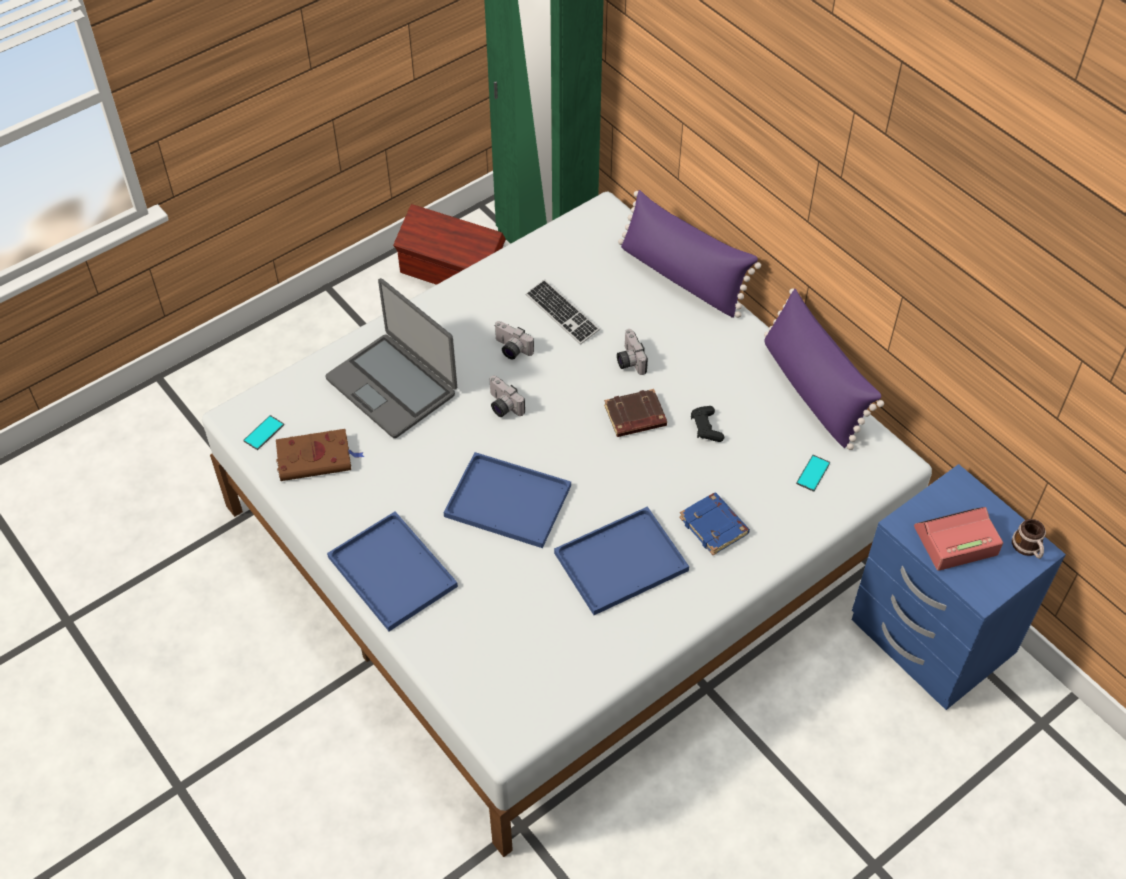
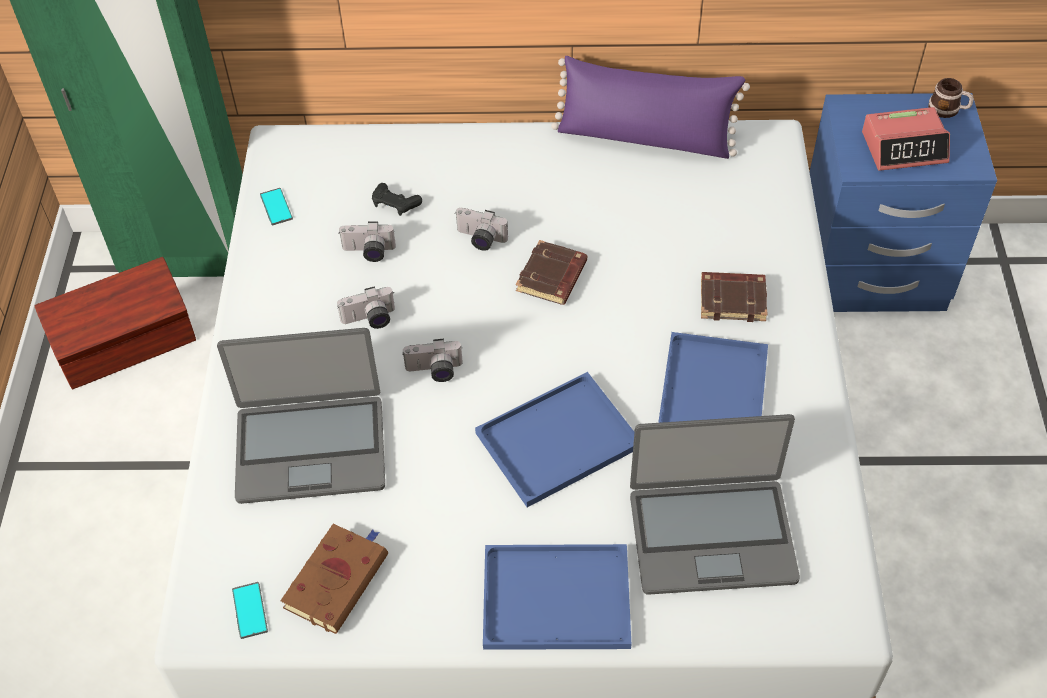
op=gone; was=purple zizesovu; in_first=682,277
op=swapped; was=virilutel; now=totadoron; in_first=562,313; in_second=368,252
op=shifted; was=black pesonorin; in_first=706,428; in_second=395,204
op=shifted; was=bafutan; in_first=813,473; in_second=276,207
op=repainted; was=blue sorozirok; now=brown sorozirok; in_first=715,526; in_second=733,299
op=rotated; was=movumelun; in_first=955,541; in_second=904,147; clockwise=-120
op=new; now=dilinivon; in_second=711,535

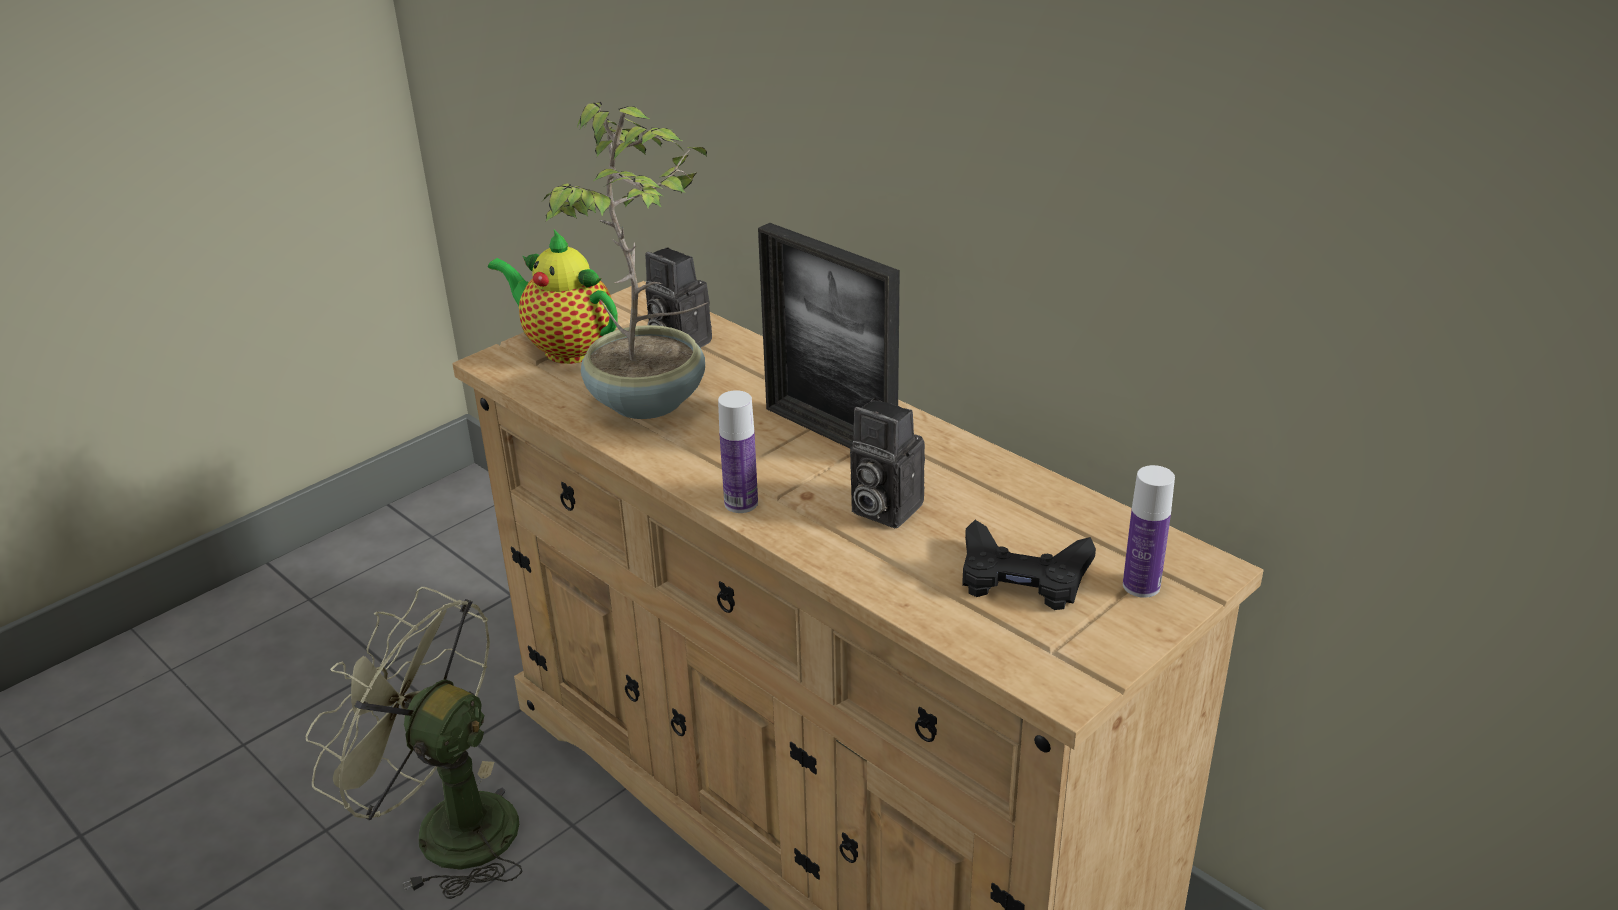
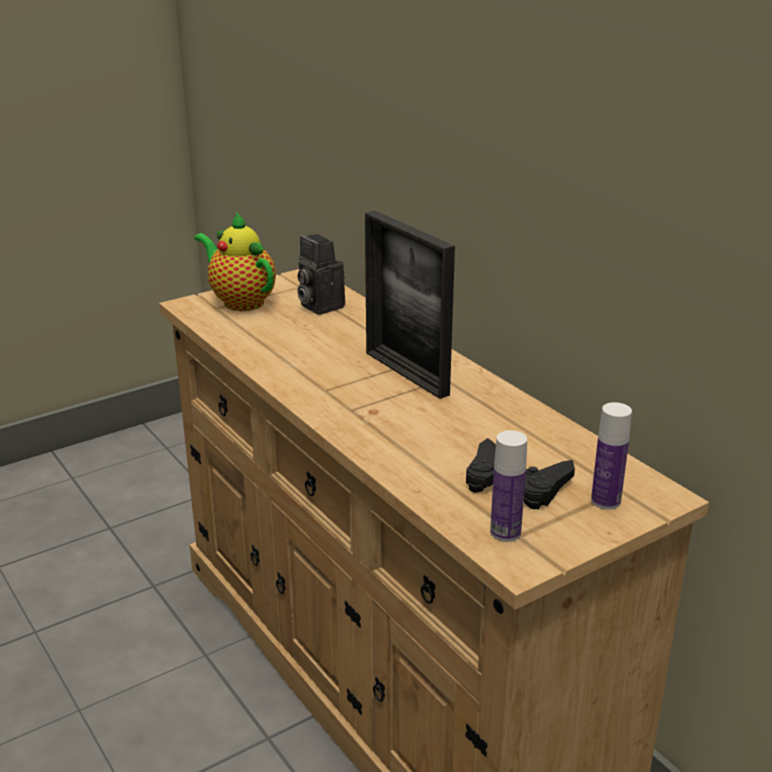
op=gone; was=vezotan; in_first=650,402
op=shifted; was=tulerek; in_first=741,503; in_second=505,532
op=gone; was=totadoron; in_first=881,508
op=gone; was=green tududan; in_first=446,827

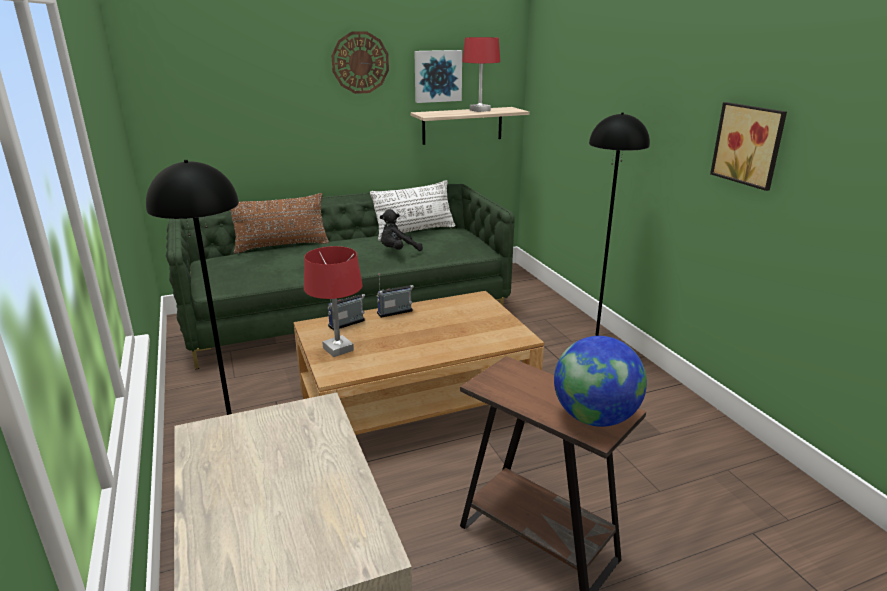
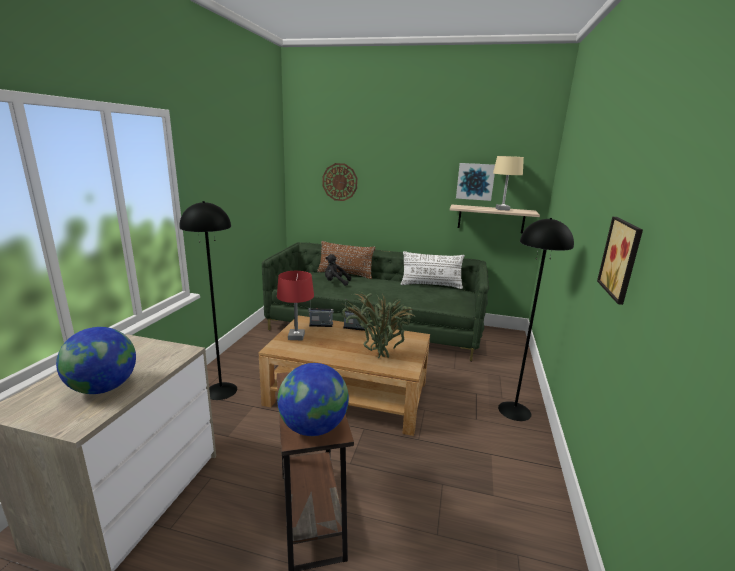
op=shifted; was=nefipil; in_first=360,62; in_second=340,182
op=repainted; was=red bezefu; now=beige bezefu; in_first=480,110; in_second=502,209
op=shifted; was=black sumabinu; in_first=398,251; in_second=335,282
op=new; now=vezotan; in_second=378,355
op=new; now=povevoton; in_second=103,388

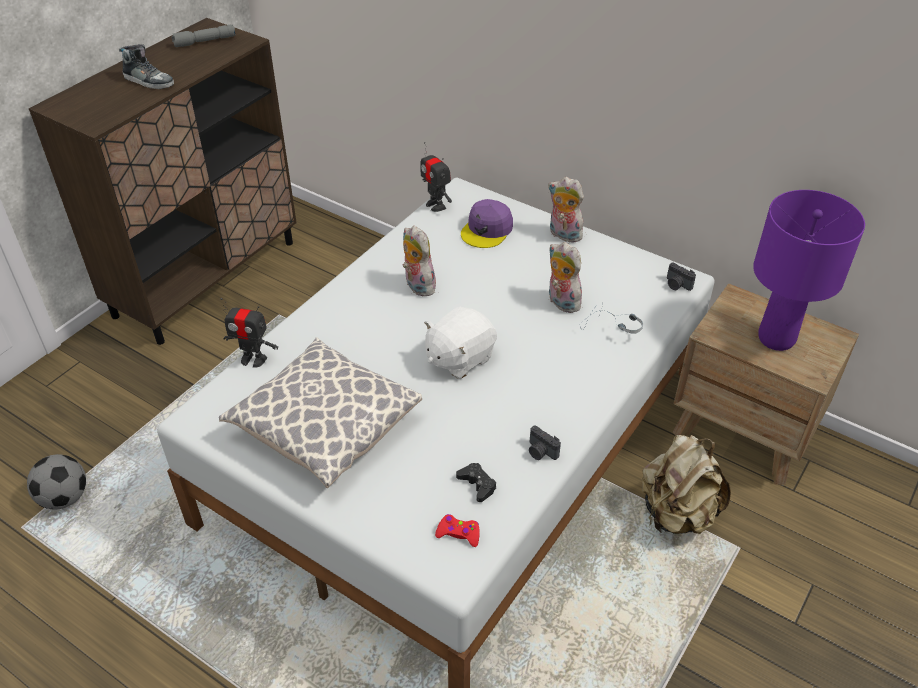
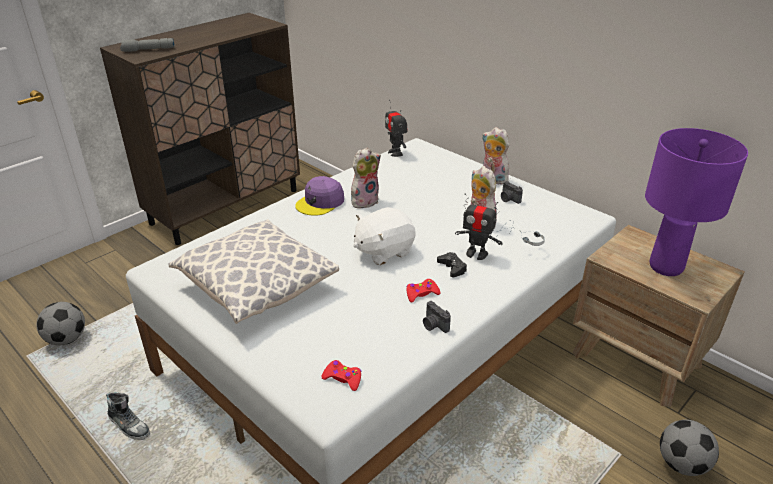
op=shifted; was=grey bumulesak; in_first=204,42; in_second=148,50
op=shifted; was=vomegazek; in_first=149,81; in_second=129,425
op=shifted; was=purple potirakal; in_first=487,230; in_second=320,202
op=rotated; was=sumabinu; in_first=417,286; in_second=364,201; clockwise=75
op=shifted; was=totadoron; in_first=677,285; in_second=508,199
op=shifted; was=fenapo; in_first=253,359; in_second=476,254
op=gone; was=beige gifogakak; in_first=676,514
op=shifted; was=black pesonorin; in_first=477,485; in_second=452,268
op=new; now=red pesonorin; in_second=421,294
op=new; now=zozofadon; in_second=682,464

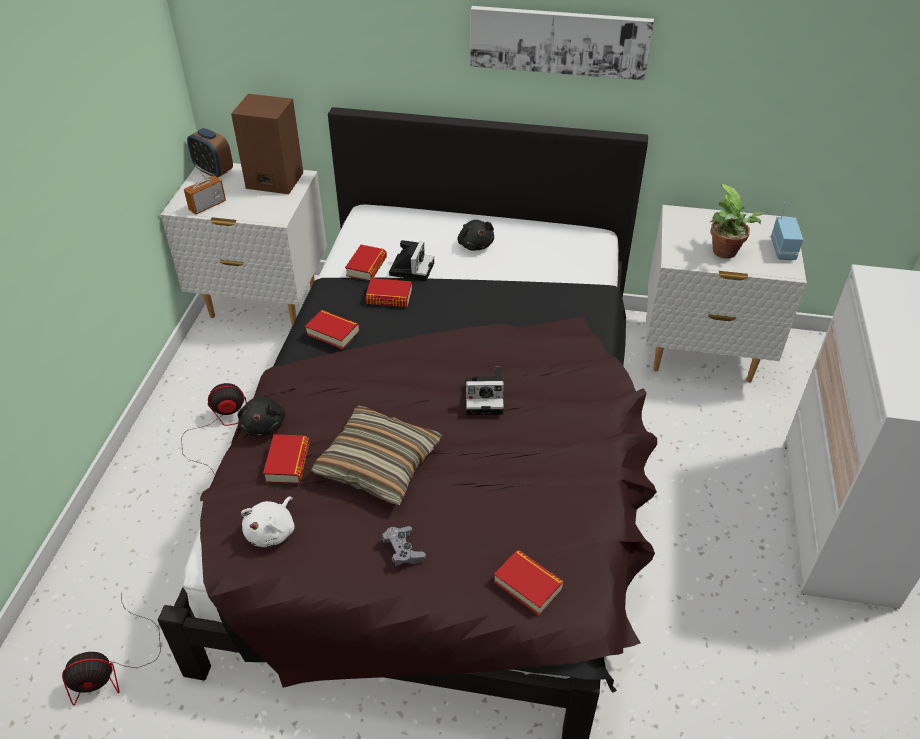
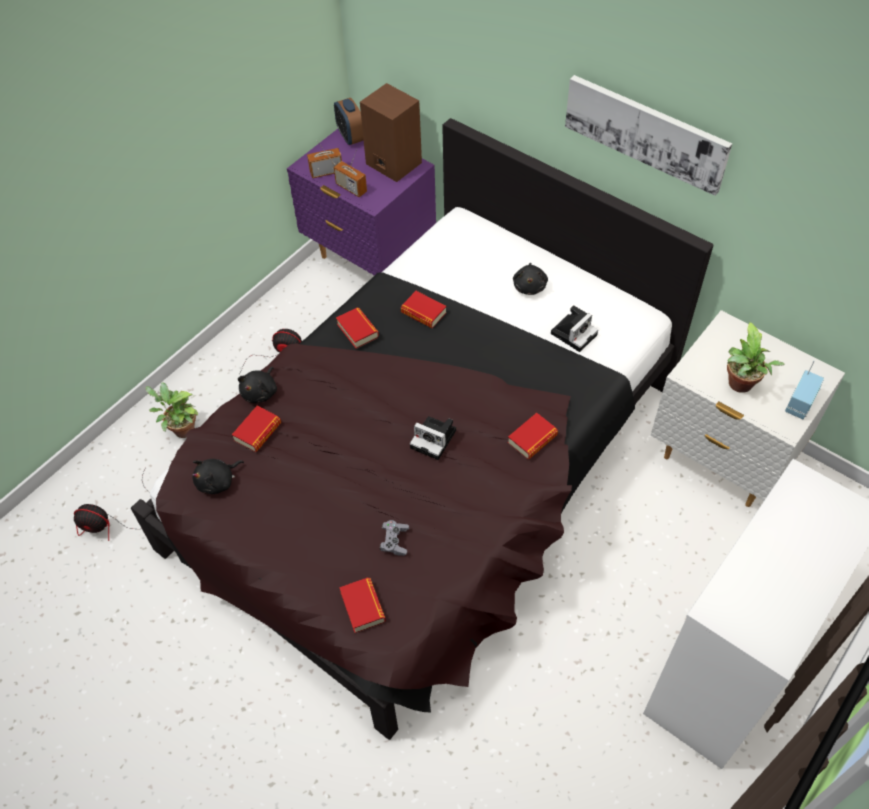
op=repainted; was=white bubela; now=purple bubela; in_first=263,302; in_second=370,258
op=shifted; was=totadoron; in_first=411,268; in_second=574,333
op=shifted; was=sorozirok; in_first=366,267; in_second=532,439
op=gone; was=zizesovu; in_first=378,464
op=repainted; was=white sumabinu; now=black sumabinu; in_first=272,531; in_second=218,481
op=shifted; was=grey pesonorin; in_first=403,551; in_second=394,541
op=new; now=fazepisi; in_second=351,188
op=new; now=vezotan; in_second=181,429

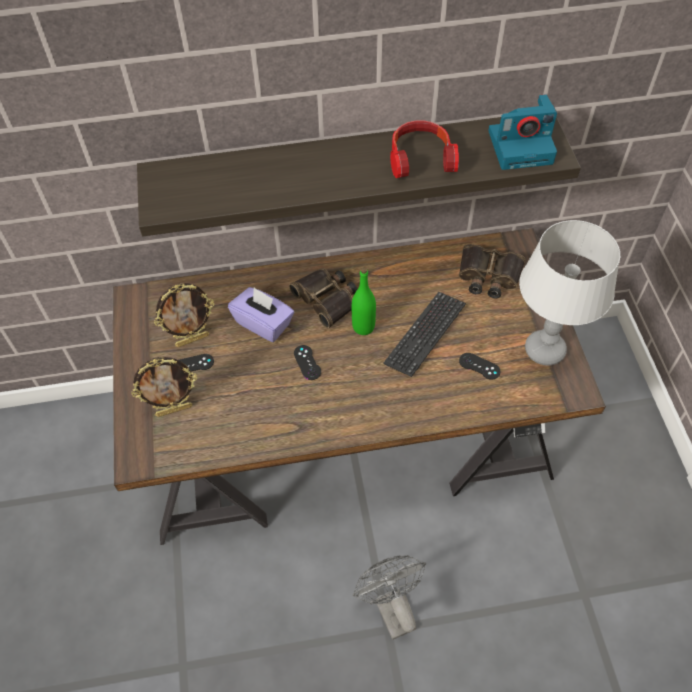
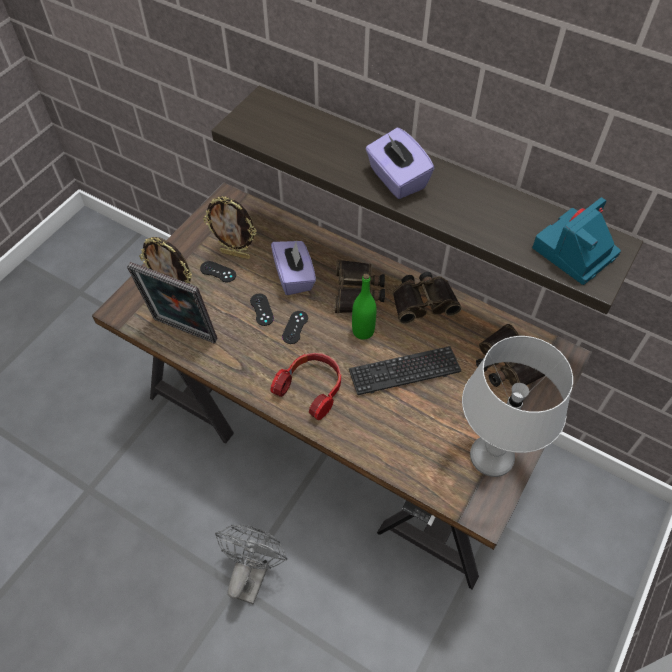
op=rotated; was=totadoron; in_first=521,146; in_second=574,253; clockwise=105
op=shifted; was=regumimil; in_first=420,158; in_second=312,388
op=shifted; was=black pesonorin; in_first=479,366; in_second=261,309
op=new; now=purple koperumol; in_second=396,179
op=new; now=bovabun; in_second=183,332
op=new; now=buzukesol; in_second=423,301

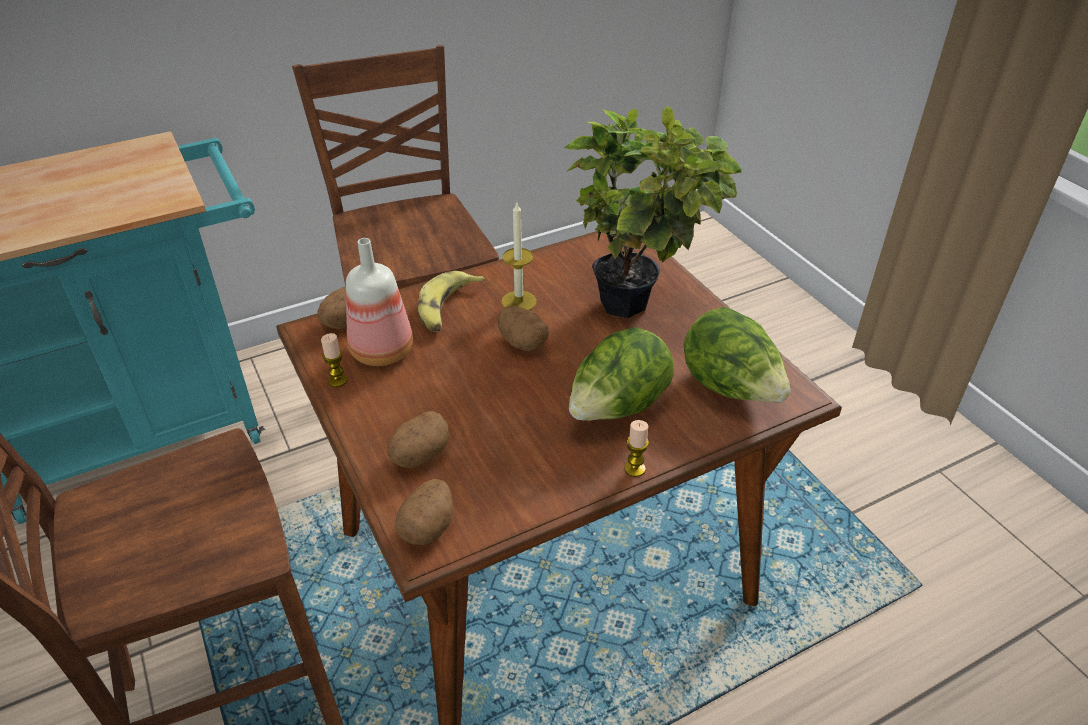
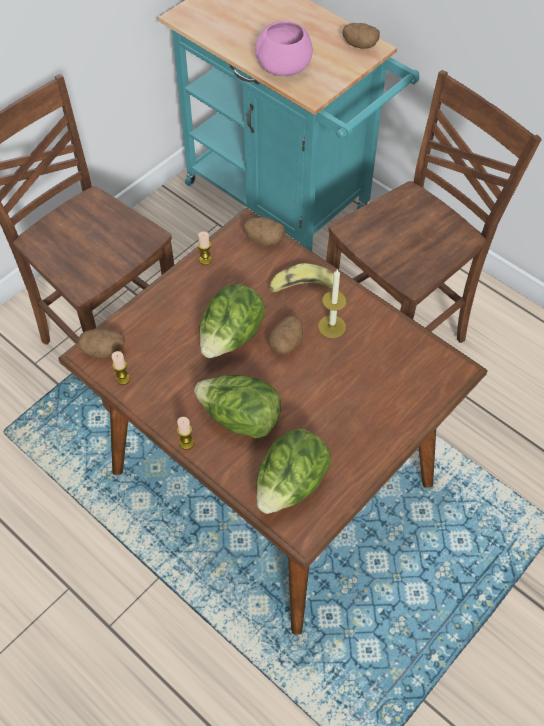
op=gone; was=vezotan; in_first=638,305
op=gone; was=tulerek; in_first=384,350
op=shifted; was=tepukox; in_first=419,456; in_second=359,45
op=new; now=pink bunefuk; in_second=284,67
op=new; now=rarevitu; in_second=231,338
op=new; now=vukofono; in_second=123,379

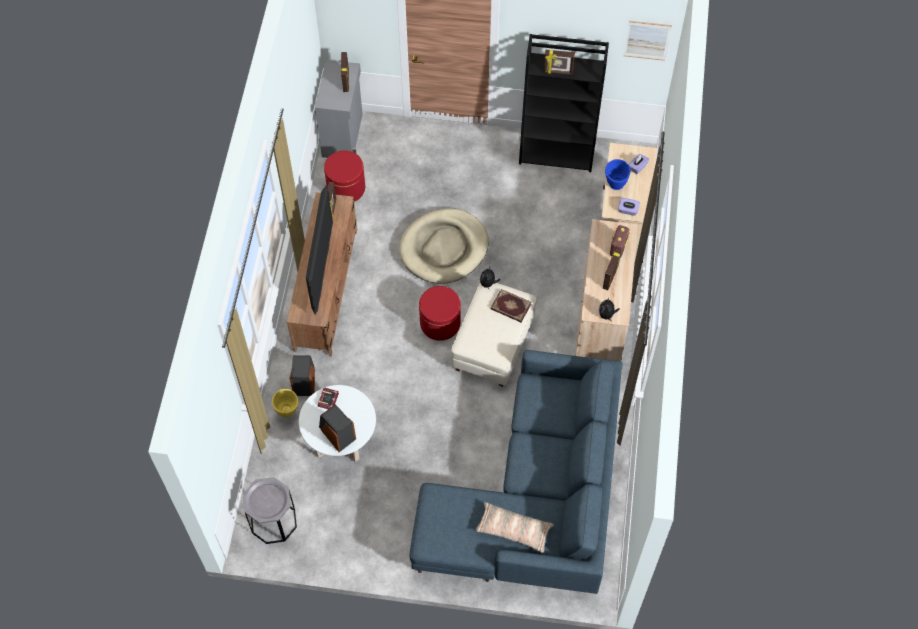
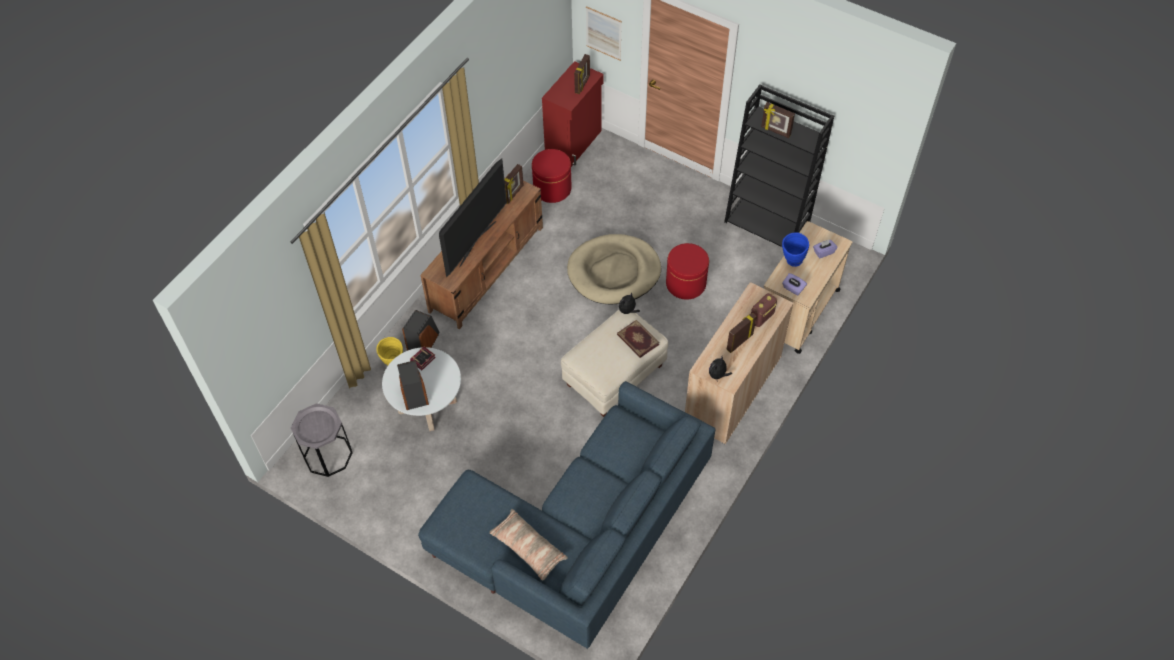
op=shifted; was=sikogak; in_first=647,40; in_second=603,33
op=repainted; was=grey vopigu; now=red vopigu; in_first=343,135; in_second=574,143
op=shifted; was=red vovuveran; in_first=440,323; in_second=685,283

